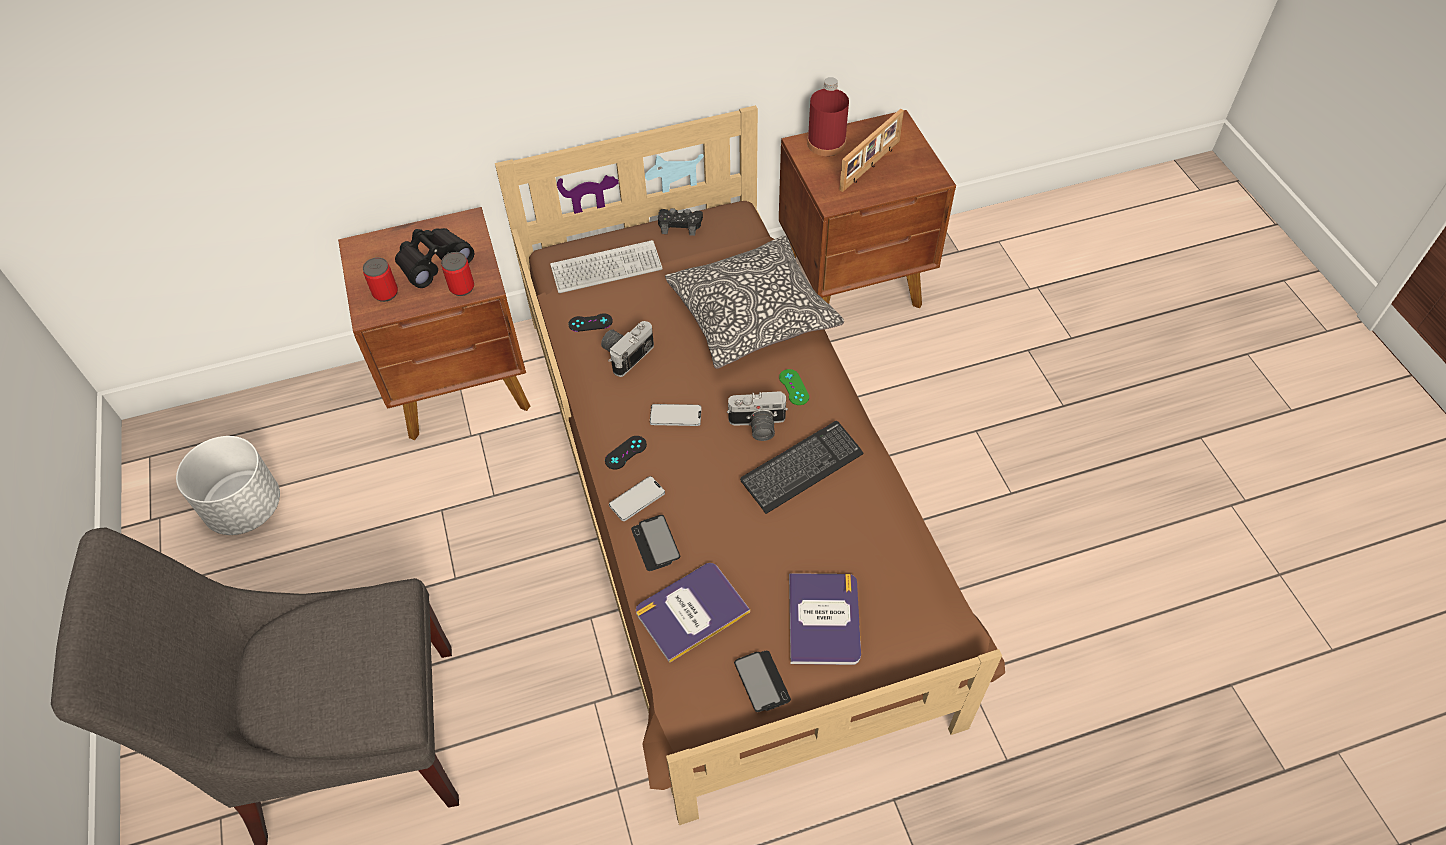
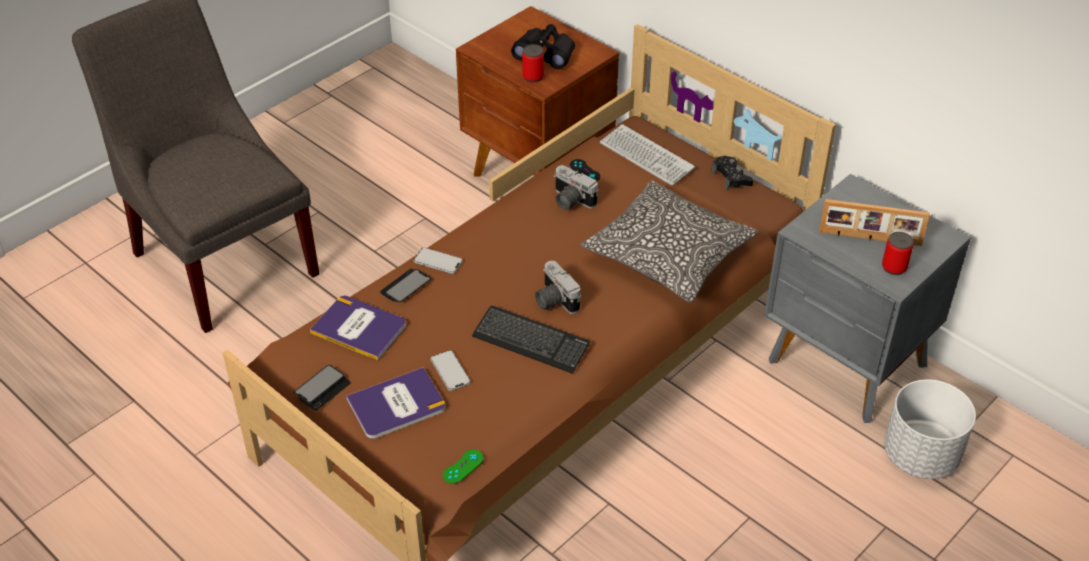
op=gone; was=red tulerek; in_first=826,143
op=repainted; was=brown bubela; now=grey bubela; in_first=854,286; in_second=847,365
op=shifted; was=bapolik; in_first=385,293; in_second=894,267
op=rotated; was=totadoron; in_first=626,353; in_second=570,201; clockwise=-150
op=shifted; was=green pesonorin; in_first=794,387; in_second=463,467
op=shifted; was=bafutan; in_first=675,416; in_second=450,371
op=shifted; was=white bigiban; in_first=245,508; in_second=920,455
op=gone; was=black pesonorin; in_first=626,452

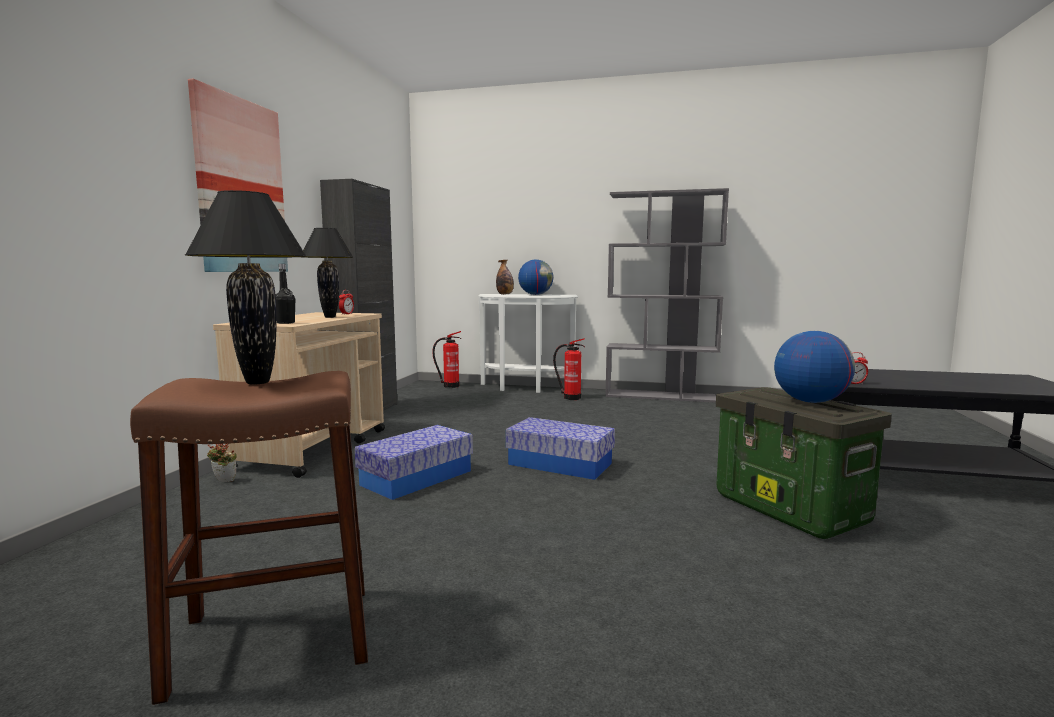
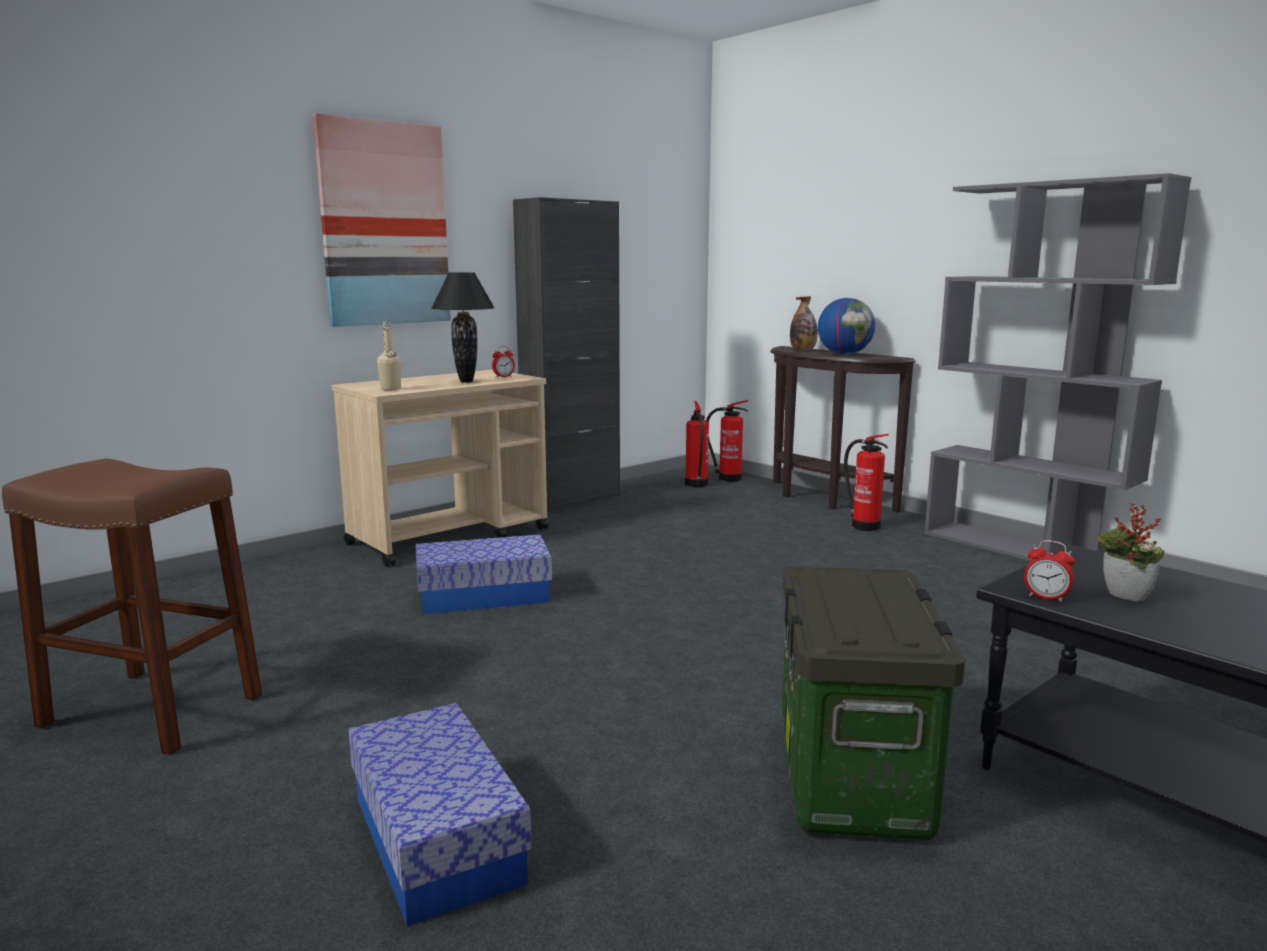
op=gone; was=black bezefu; in_first=256,382
op=repainted; was=black tulerek; now=beige tulerek; in_first=285,323; in_second=391,389
op=repainted; was=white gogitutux; now=brown gogitutux; in_first=524,388; in_second=822,499
op=gone; was=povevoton; in_first=810,401
op=shifted; was=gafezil; in_first=560,464; in_second=437,839
op=shifted; was=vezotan; in_first=223,481; in_second=1122,598
op=new; now=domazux; in_second=696,485

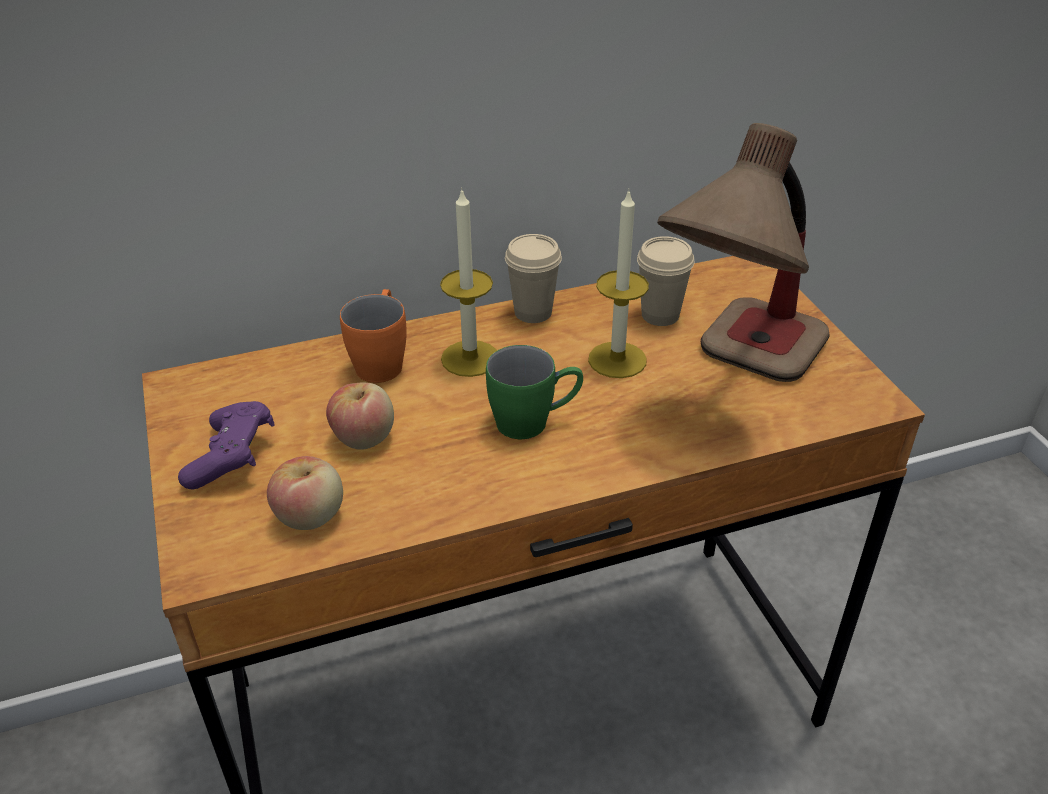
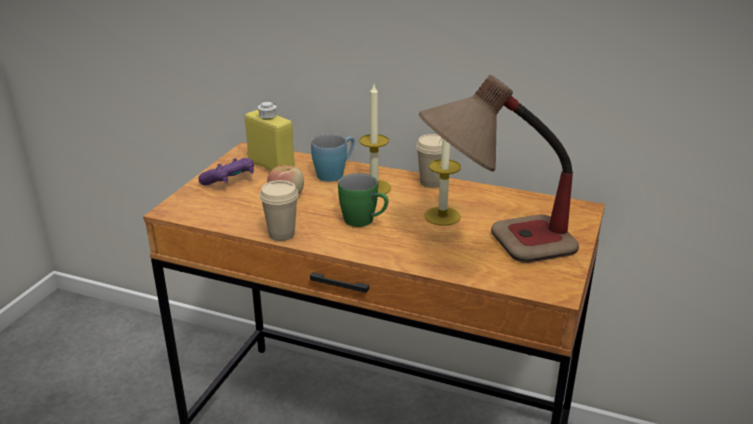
op=shifted; was=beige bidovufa; in_first=660,315; in_second=281,234
op=repainted; was=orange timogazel; now=blue timogazel; in_first=381,360; in_second=335,173
op=gone; was=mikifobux; in_first=311,515
op=new; now=yellow tulerek; in_second=271,167

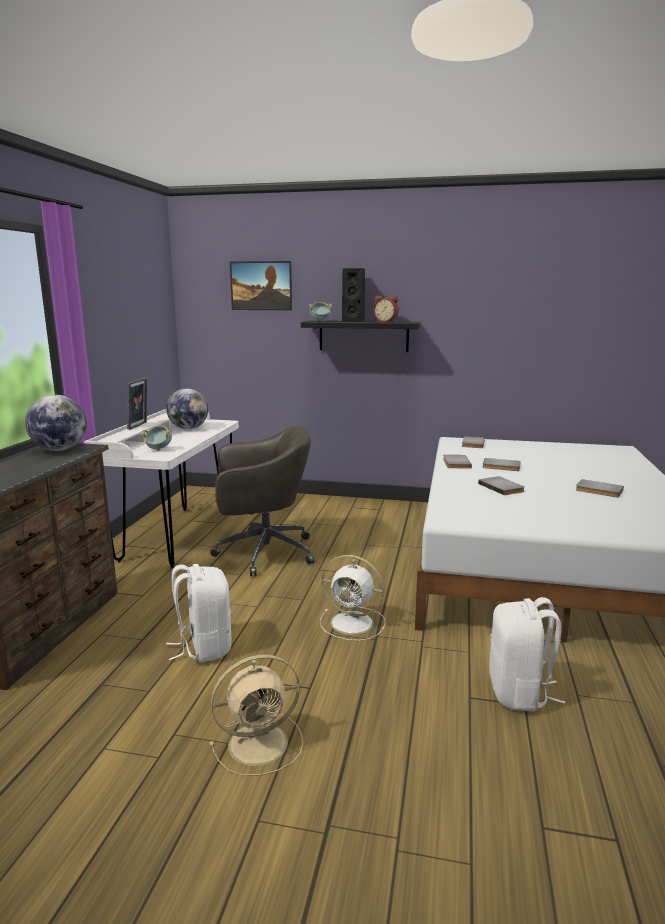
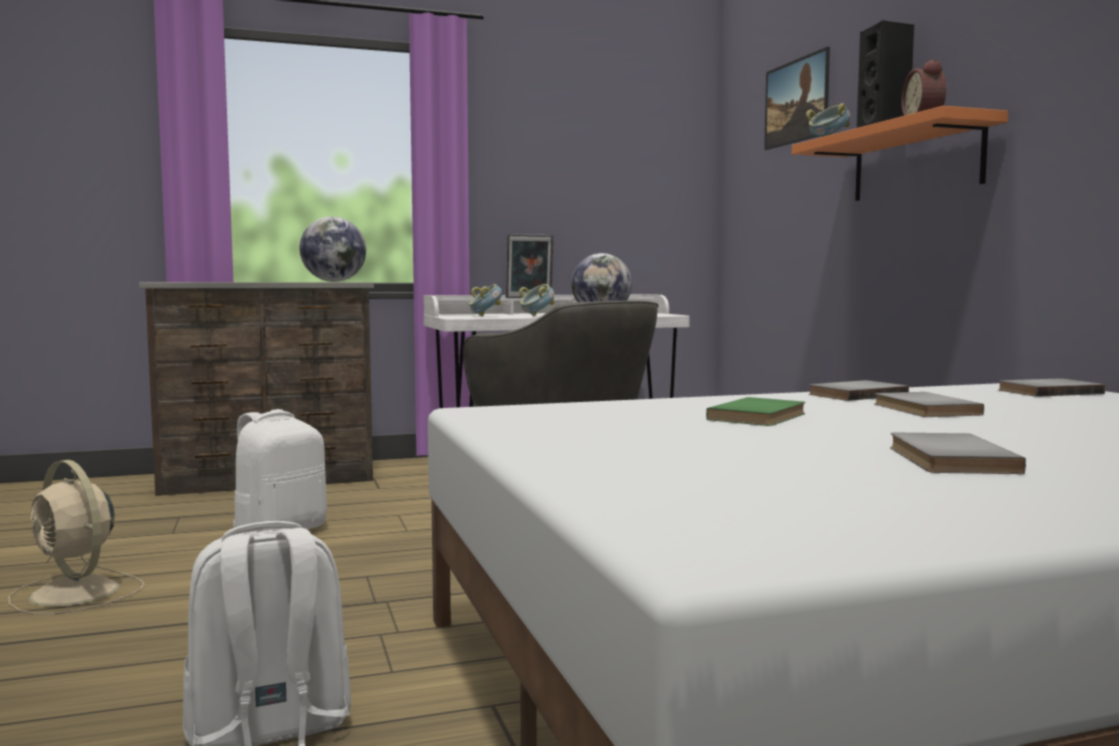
op=repainted; was=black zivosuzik; now=orange zivosuzik; in_first=363,336; in_second=916,162
op=repainted; was=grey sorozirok; now=green sorozirok; in_first=502,487; in_second=761,417
op=gone; was=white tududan; in_first=354,623
op=new; now=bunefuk; in_second=536,316

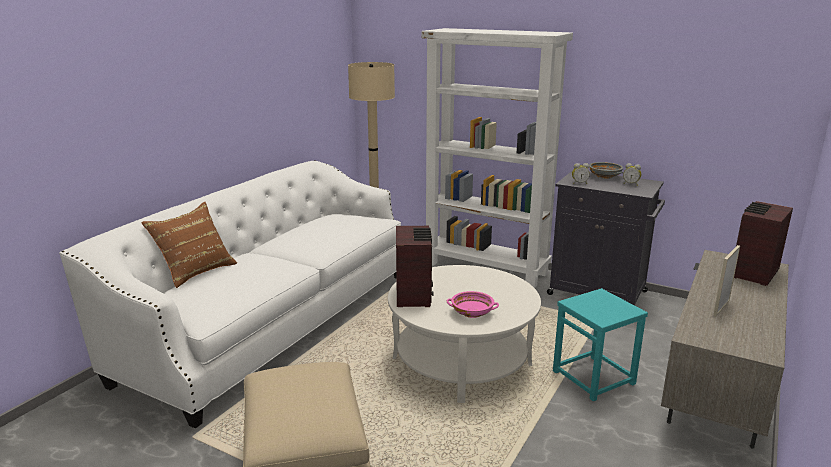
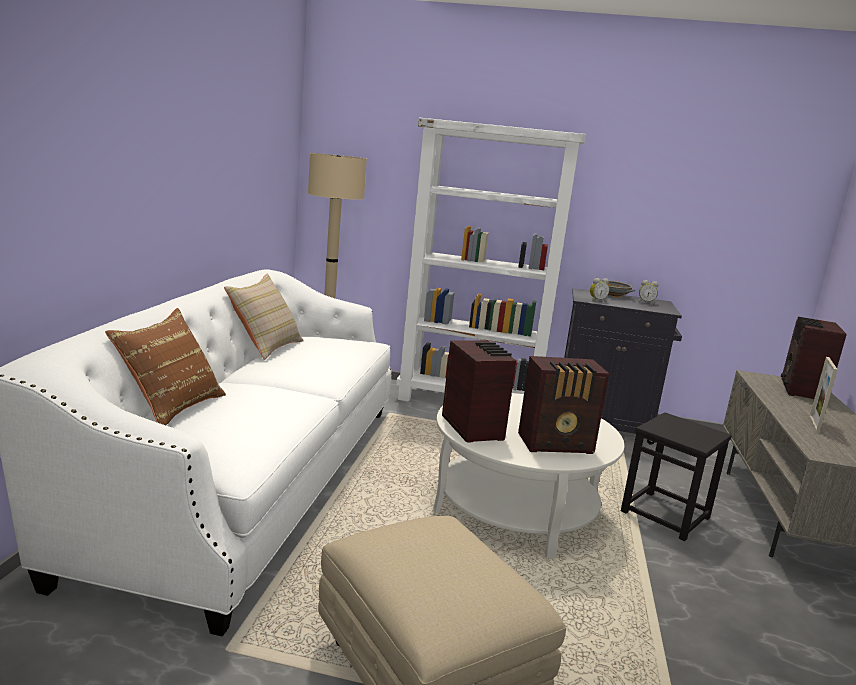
op=repainted; was=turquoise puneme; now=black puneme; in_first=594,377; in_second=665,515
op=swapped; was=pink bunefuk; now=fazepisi; in_first=472,313; in_second=557,444
op=new; now=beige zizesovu; in_second=265,347

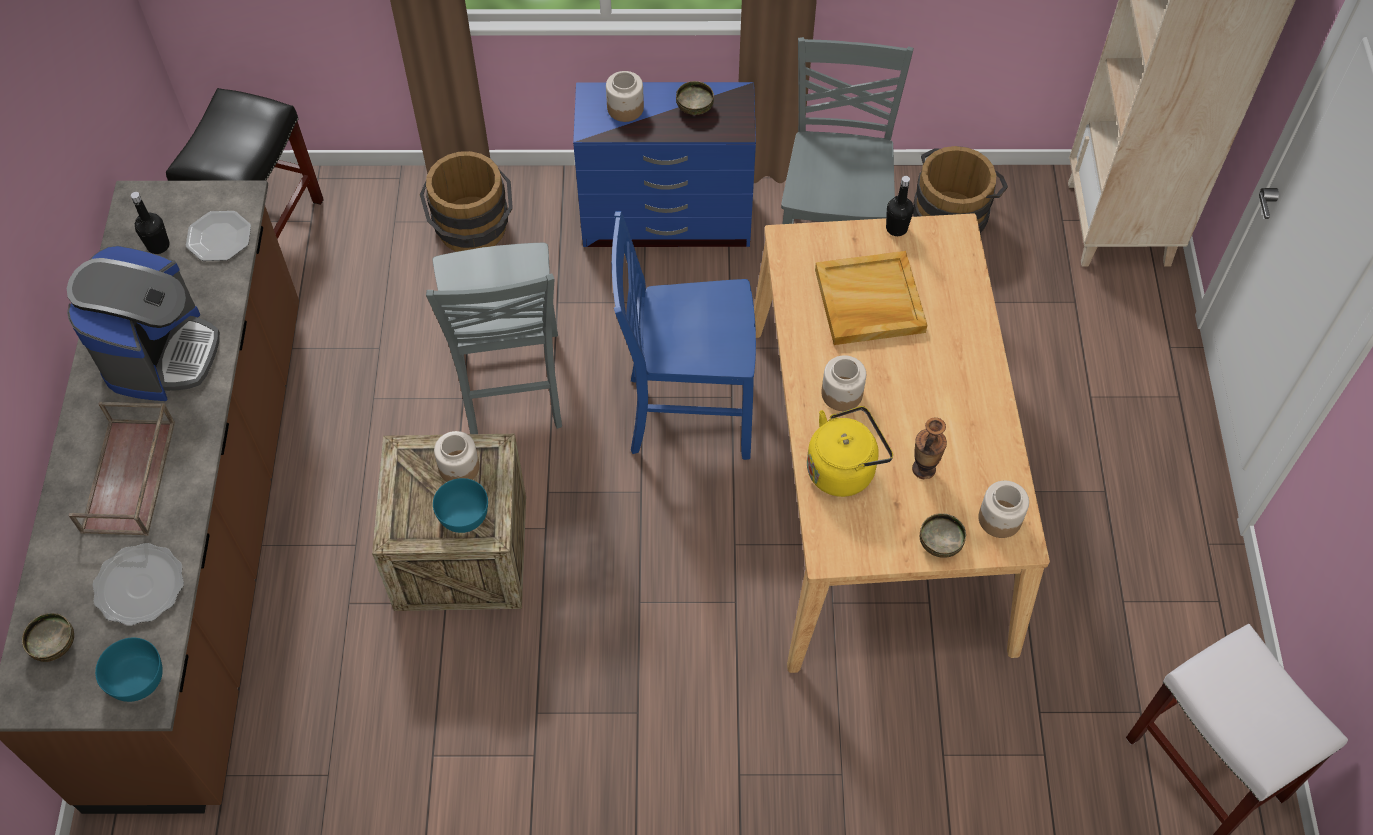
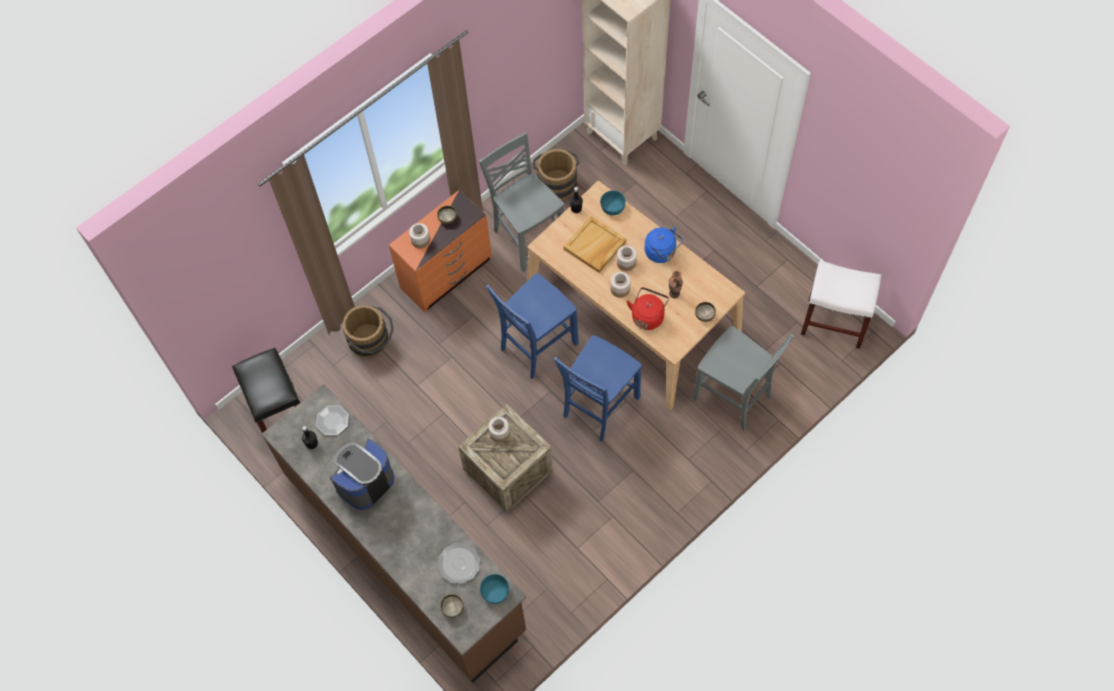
op=repainted; was=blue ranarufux; now=orange ranarufux; in_first=667,221; in_second=447,274
op=shifted; was=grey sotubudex; in_first=511,387; in_second=733,398
op=rotated; was=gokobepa; in_first=160,354; in_second=364,481; clockwise=-105
op=gone; was=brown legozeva; in_first=130,478
op=repainted; was=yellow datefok; now=red datefok; in_first=844,469; in_second=648,316
op=shifted; was=turquoise bunefuk; in_first=463,514; in_second=612,207
op=shifted; was=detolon; in_first=999,518; in_second=626,263
op=new; now=blue datefok; in_second=662,253
op=new; now=blue sotubudex; in_second=598,407

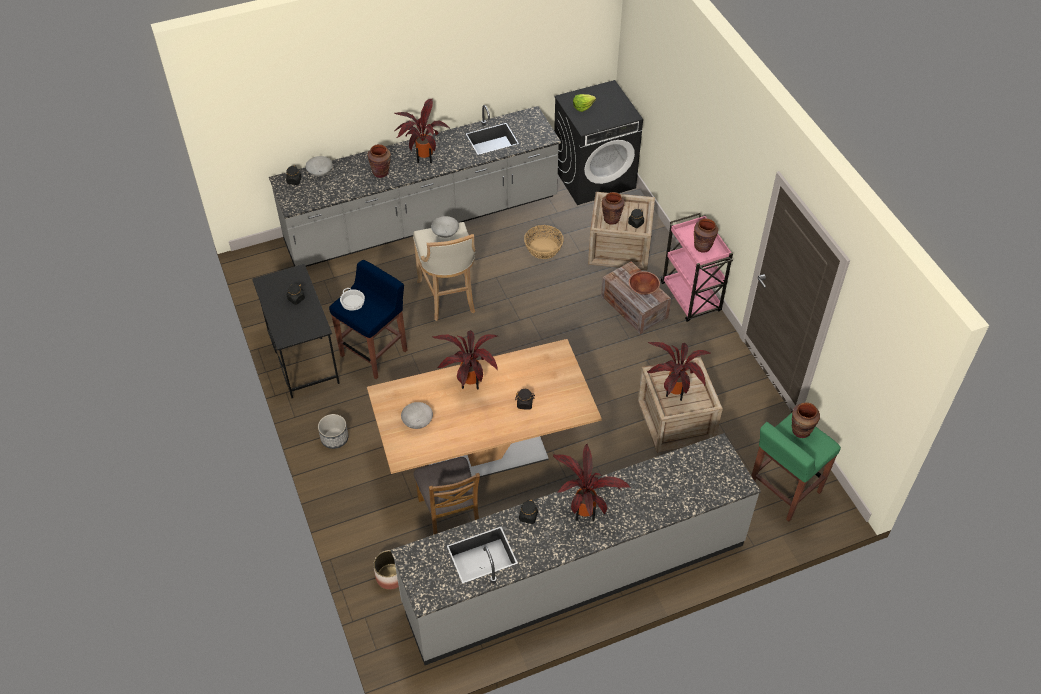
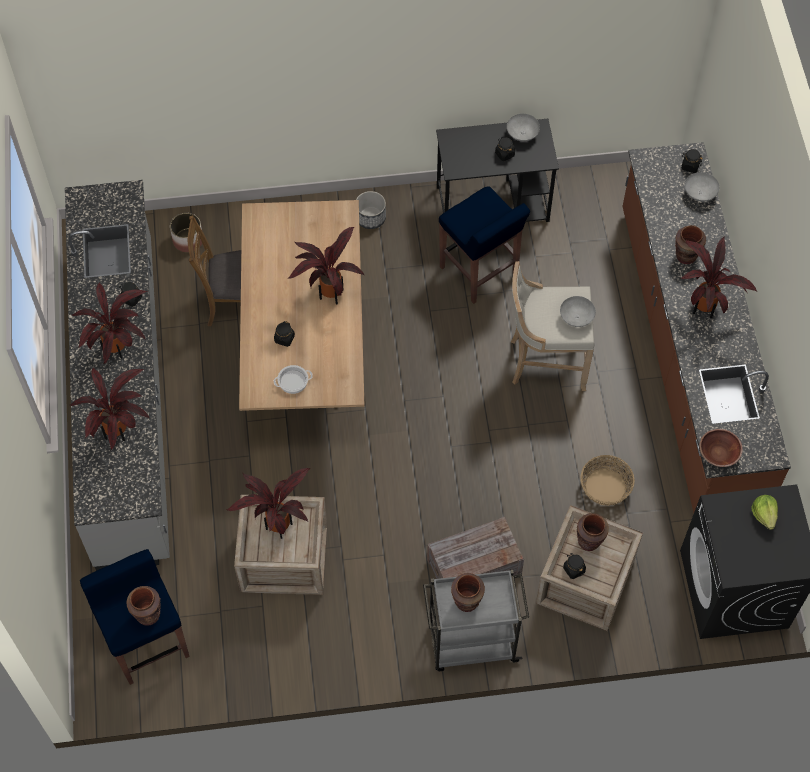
op=repainted; was=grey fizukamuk; now=brown fizukamuk; in_first=422,221; in_second=687,358
op=repainted; was=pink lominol; now=grey lominol; in_first=691,298; in_second=471,643
op=shifted; was=brown bunefuk; in_first=643,289; in_second=718,453
op=shifted; was=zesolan; in_first=353,302; in_second=293,382
op=shifted; was=grey bunefuk; in_first=417,421; in_second=523,134
op=repainted; was=green puneme; now=blue puneme; in_first=783,490; in_second=147,642
op=new; now=vezotan; in_second=119,433

